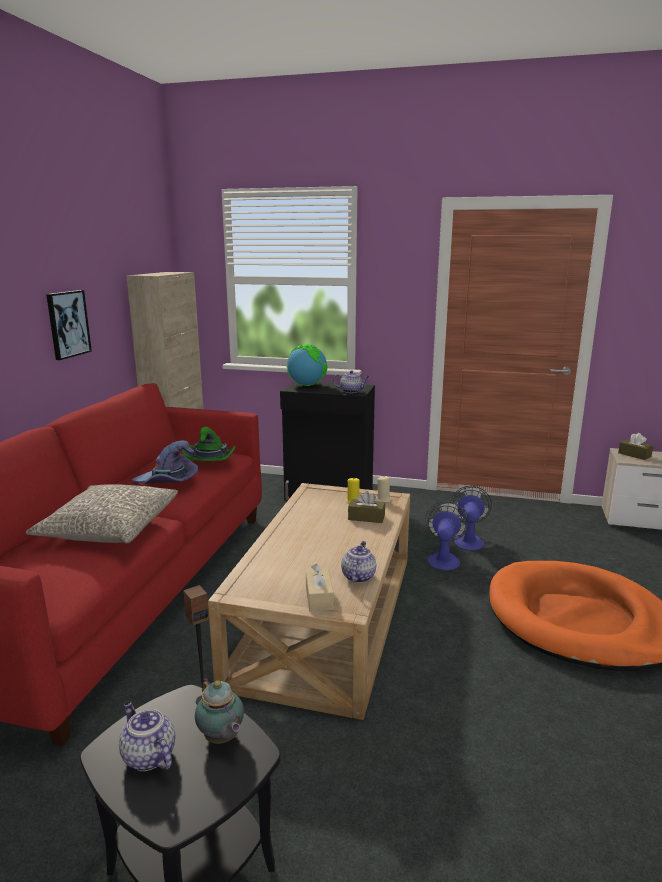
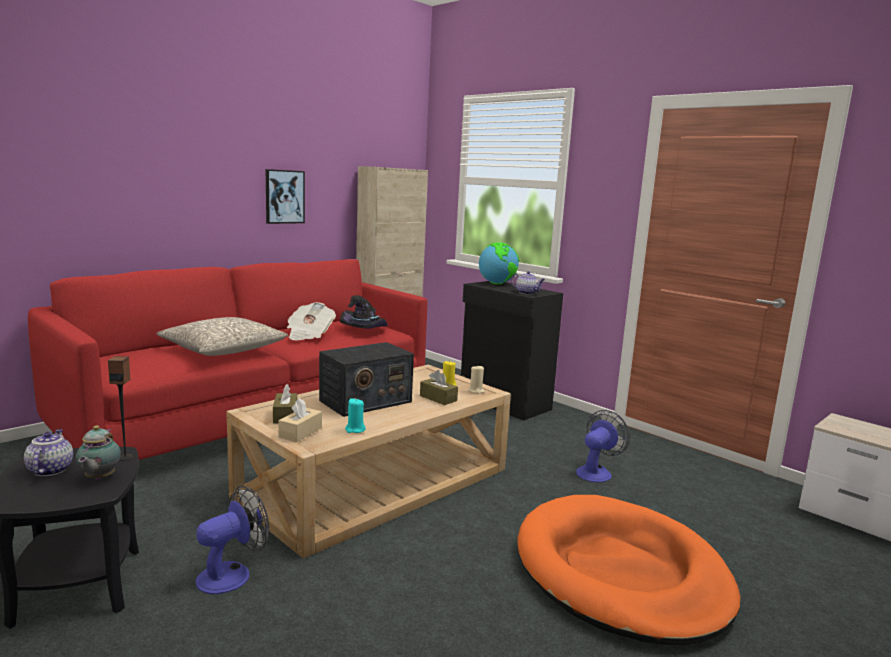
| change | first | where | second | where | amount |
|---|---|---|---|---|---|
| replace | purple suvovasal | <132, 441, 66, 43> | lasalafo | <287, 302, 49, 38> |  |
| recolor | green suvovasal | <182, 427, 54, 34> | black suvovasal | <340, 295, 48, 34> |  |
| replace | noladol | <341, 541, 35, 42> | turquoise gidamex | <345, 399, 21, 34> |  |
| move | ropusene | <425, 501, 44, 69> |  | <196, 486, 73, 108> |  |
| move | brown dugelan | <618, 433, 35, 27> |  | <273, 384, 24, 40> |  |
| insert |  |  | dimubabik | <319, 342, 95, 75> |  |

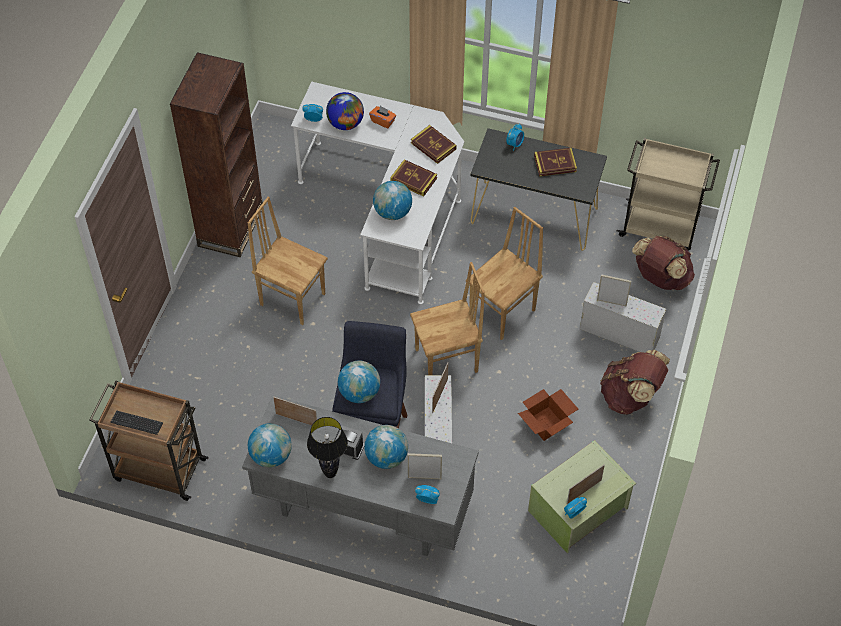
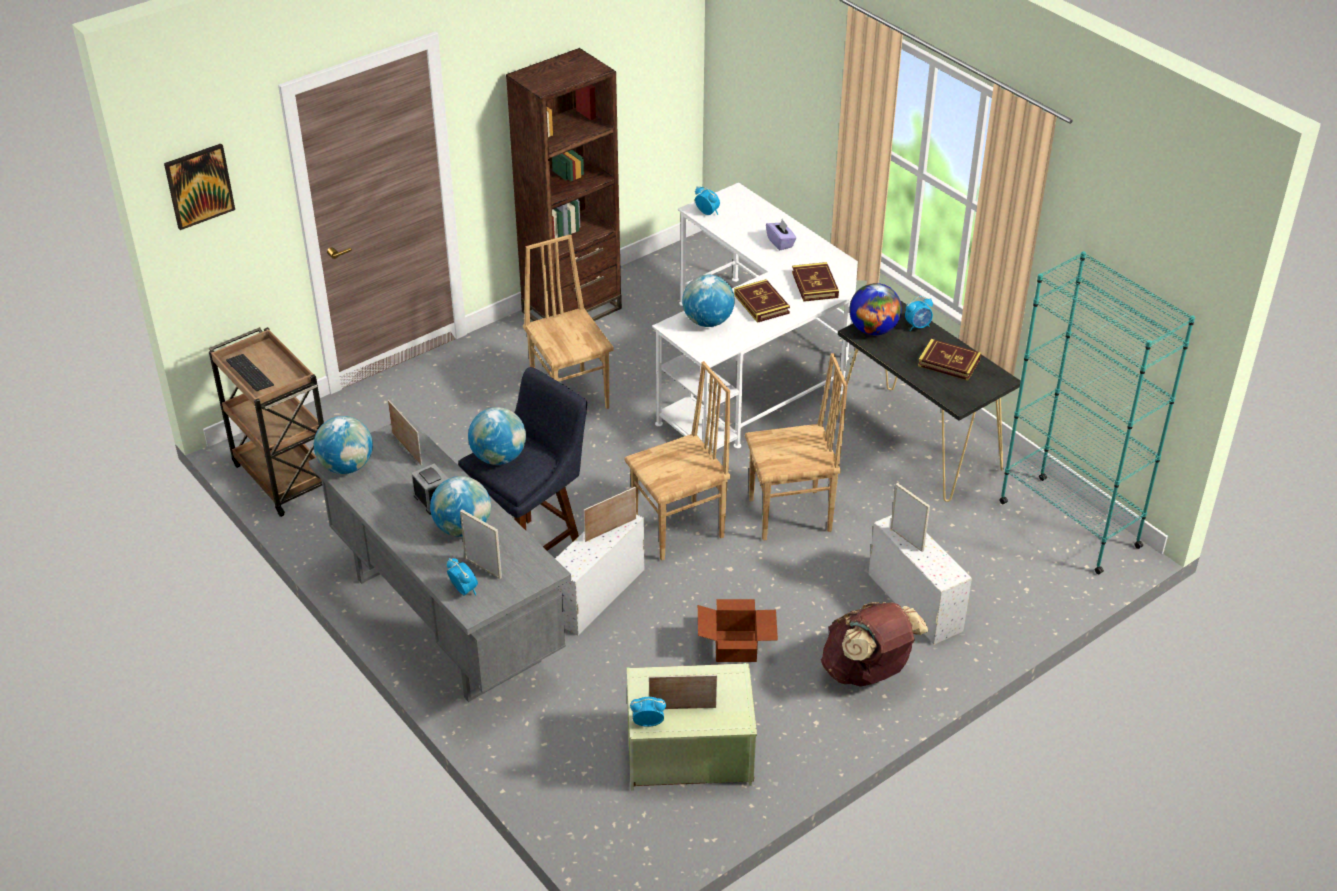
| change | first | where | second | where | amount |
|---|---|---|---|---|---|
| delete | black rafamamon | <307, 417, 41, 61> |  |  |  |
| move | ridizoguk | <326, 92, 38, 38> |  | <849, 283, 53, 52> |  |
| recolor | orange dugelan | <369, 106, 27, 22> | purple dugelan | <766, 219, 30, 31> |  |
| rotate | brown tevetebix | <410, 262, 75, 113> |  | <624, 361, 106, 200> | 45 degrees counterclockwise |
| replace | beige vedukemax | <617, 138, 103, 113> | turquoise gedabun | <999, 251, 196, 323> |  |
| delete | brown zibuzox | <632, 236, 63, 54> |  |  |  |
| insert |  |  | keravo | <164, 144, 71, 86> |  |

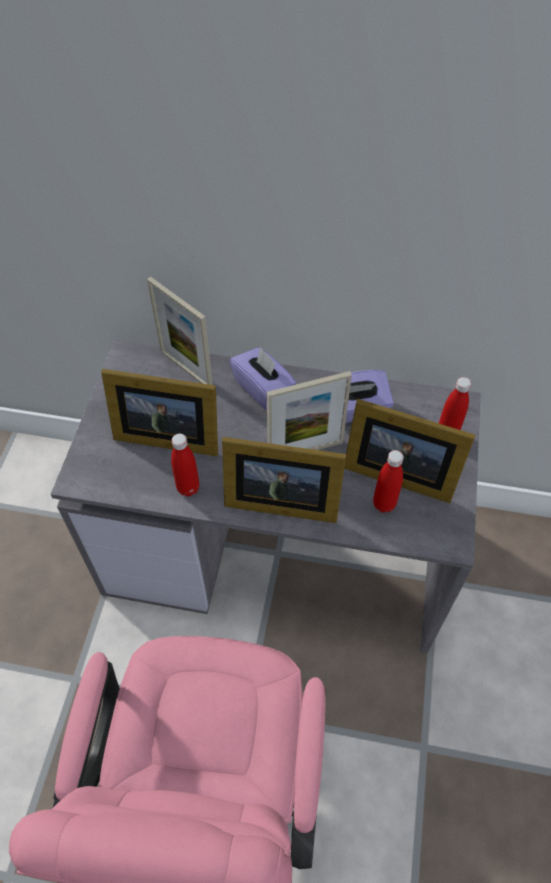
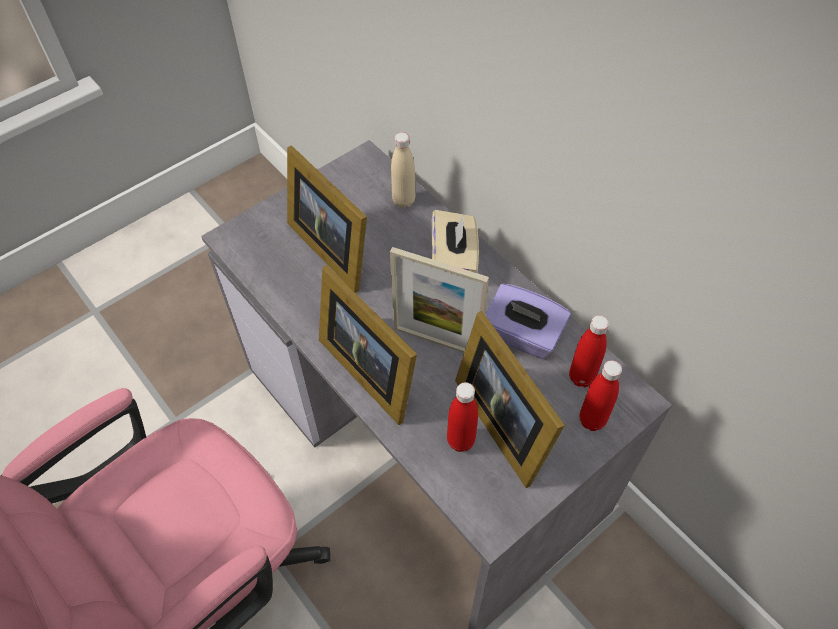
| change | first | where | second | where | amount |
|---|---|---|---|---|---|
| replace | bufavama | <147, 277, 66, 108> | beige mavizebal | <391, 132, 24, 76> |  |
| move | red mavizebal | <171, 434, 28, 62> |  | <569, 315, 40, 72> |  |
| recolor | purple dugelan | <229, 347, 67, 63> | beige dugelan | <431, 210, 48, 63> |  |

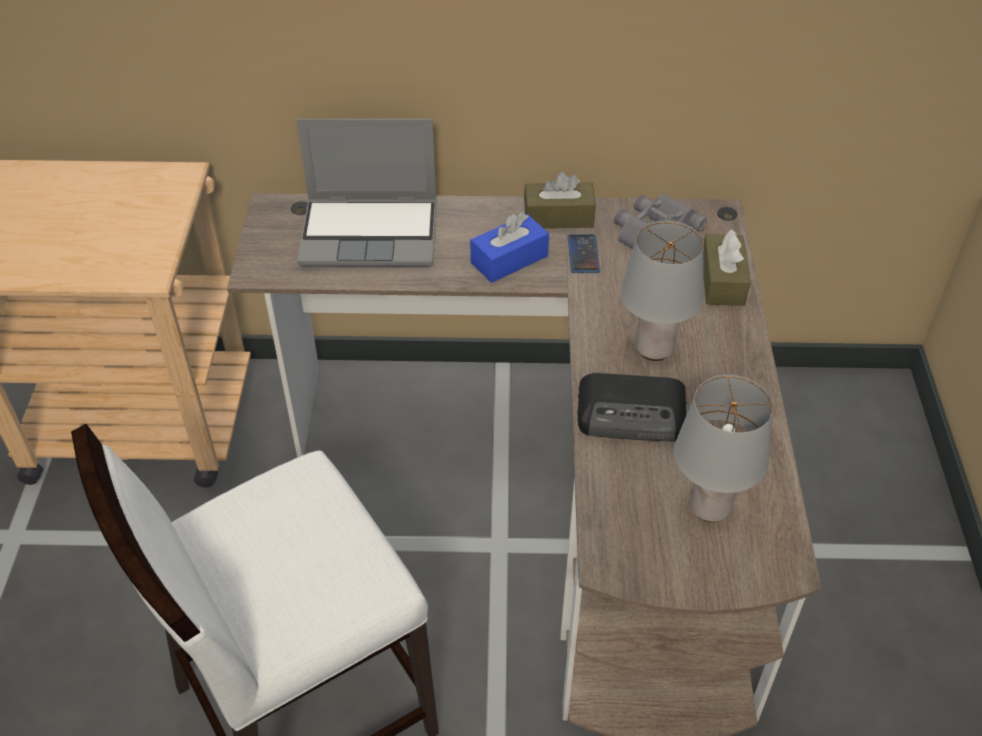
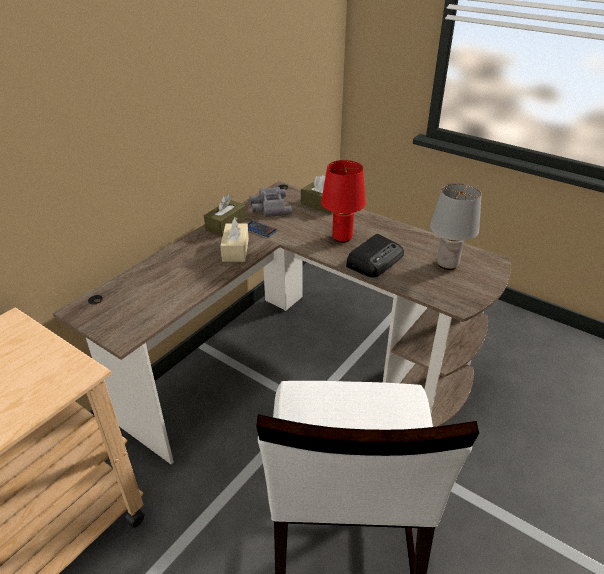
| change | first | where | second | where | amount |
|---|---|---|---|---|---|
| delete | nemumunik | <296, 119, 140, 148> |  |  |  |
| recolor | blue dugelan | <470, 212, 79, 71> | beige dugelan | <220, 217, 29, 45> |  |
| recolor | grey rafamamon | <621, 220, 83, 141> | red rafamamon | <321, 160, 45, 83> |  |

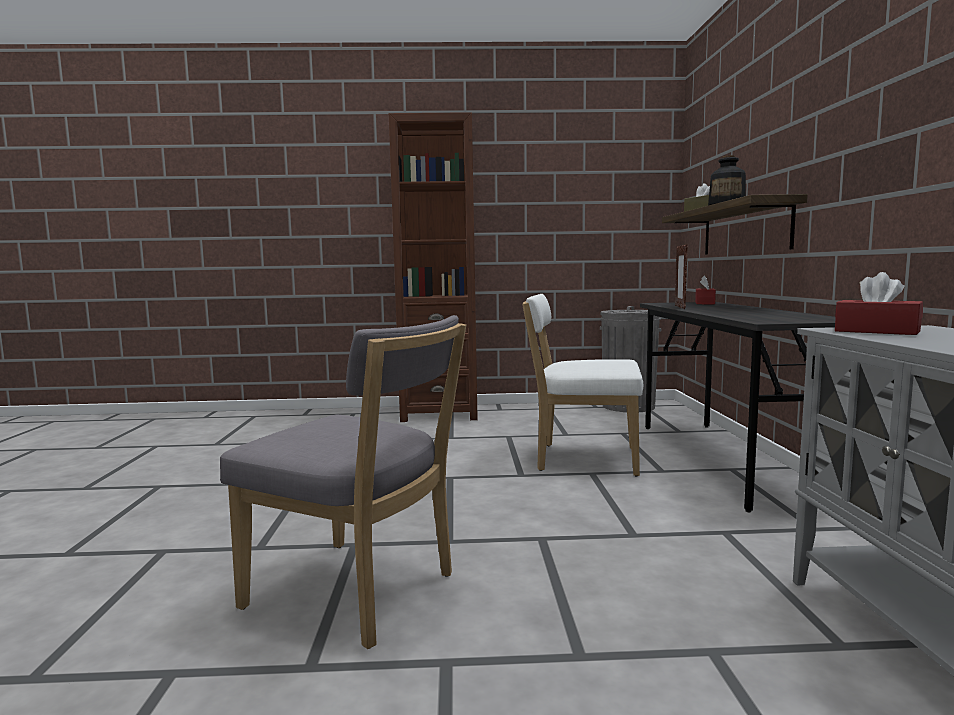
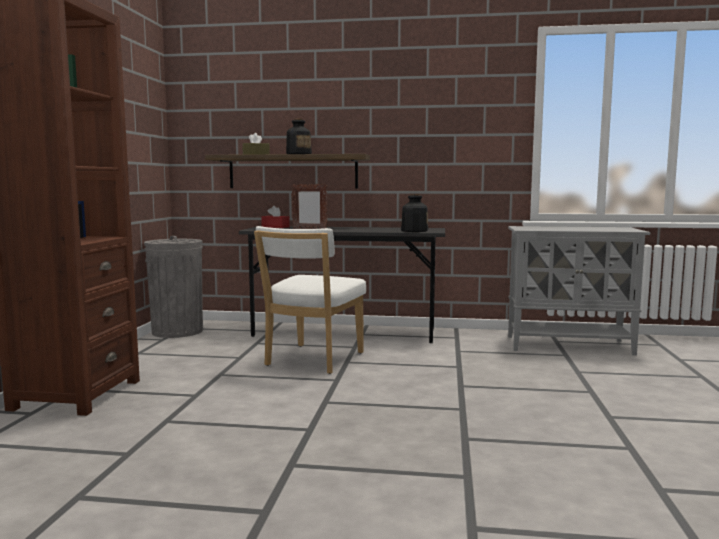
| change | first | where | second | where | amount |
|---|---|---|---|---|---|
| delete | grey tevetebix | <220, 315, 246, 334> |  |  |  |
| delete | red dugelan | <835, 272, 88, 63> |  |  |  |
| insert |  |  | mavizebal | <401, 194, 27, 38> |  |

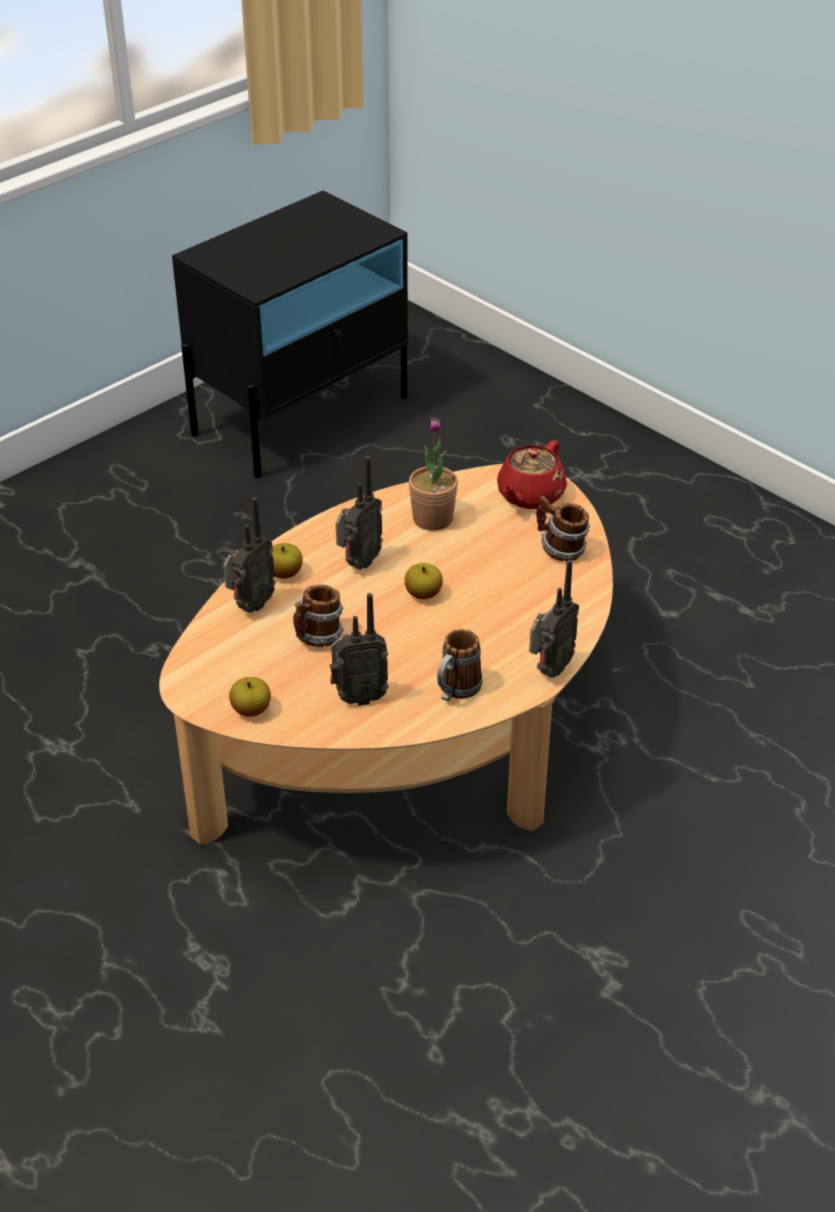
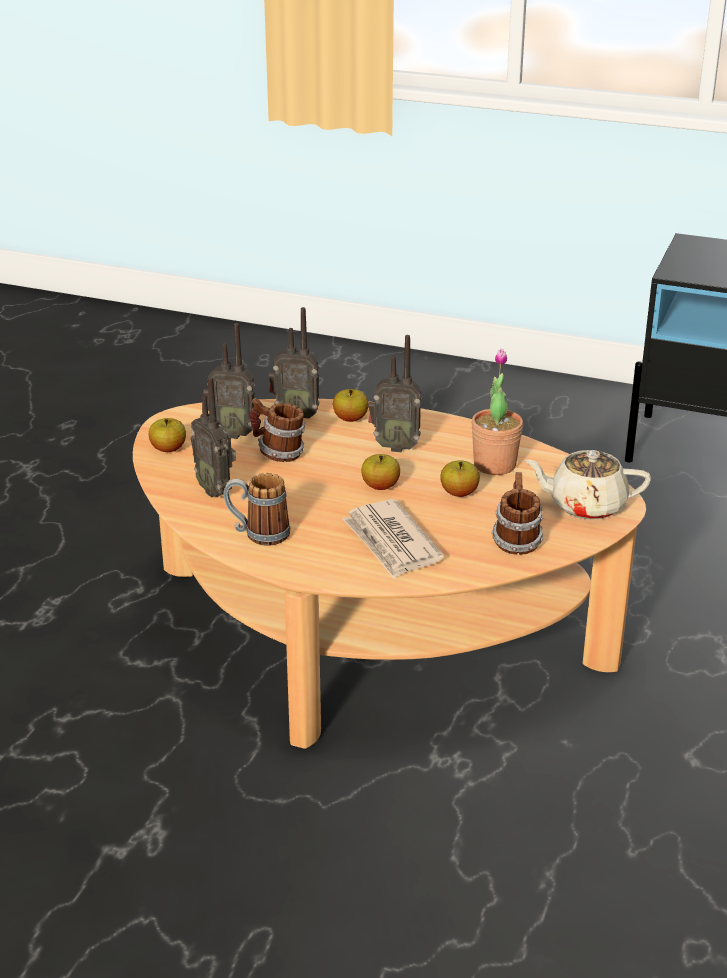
| change | first | where | second | where | amount |
|---|---|---|---|---|---|
| recolor | red noladol | <497, 440, 70, 69> | beige noladol | <524, 450, 127, 70> |  |
| move | dimubabik | <529, 560, 50, 118> |  | <203, 323, 52, 116> |  |
| insert |  |  | lasalafo | <343, 499, 101, 80> |  |
| insert |  |  | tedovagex | <440, 460, 40, 37> |  |

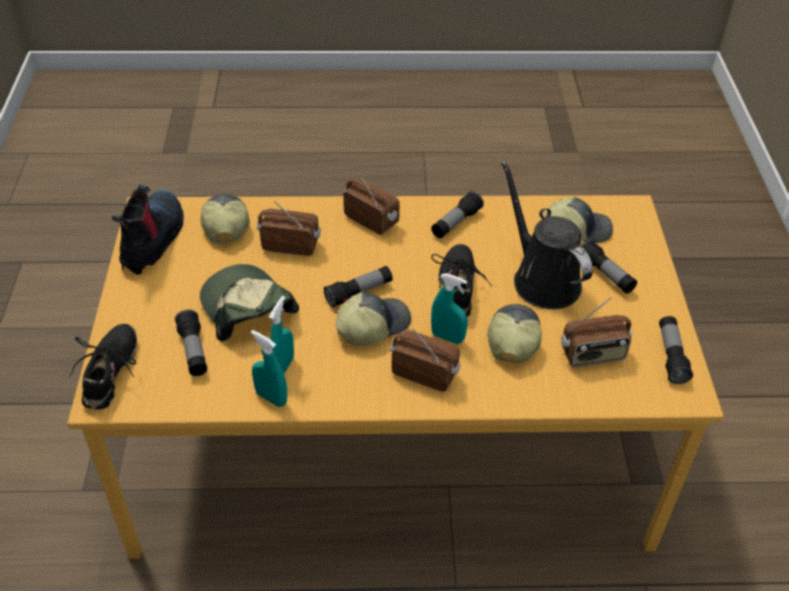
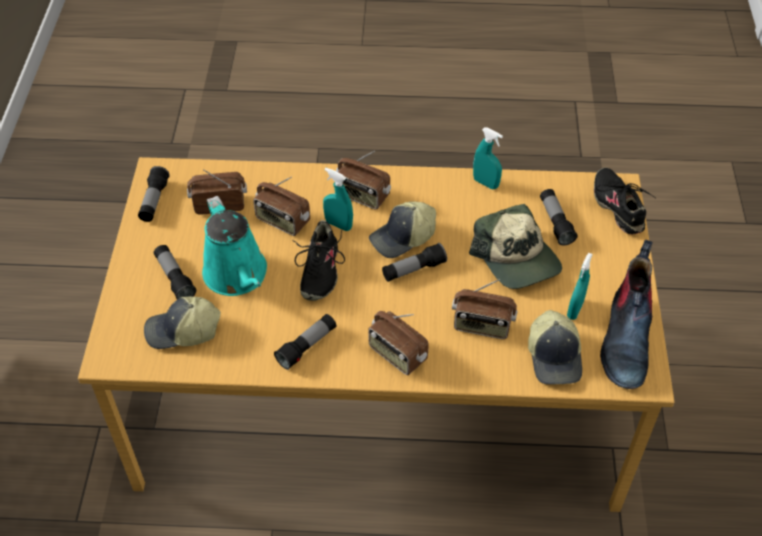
| change | first | where | second | where | amount |
|---|---|---|---|---|---|
| rotate | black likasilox | <69, 324, 68, 86> |  | <594, 168, 61, 67> | 150 degrees clockwise |
| move | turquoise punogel | <269, 296, 25, 77> |  | <567, 253, 26, 67> |  |
| replace | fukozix | <487, 304, 55, 60> | dimubabik | <253, 177, 57, 59> |  |
| recolor | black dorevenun | <501, 161, 92, 148> | turquoise dorevenun | <202, 196, 65, 100> |  |

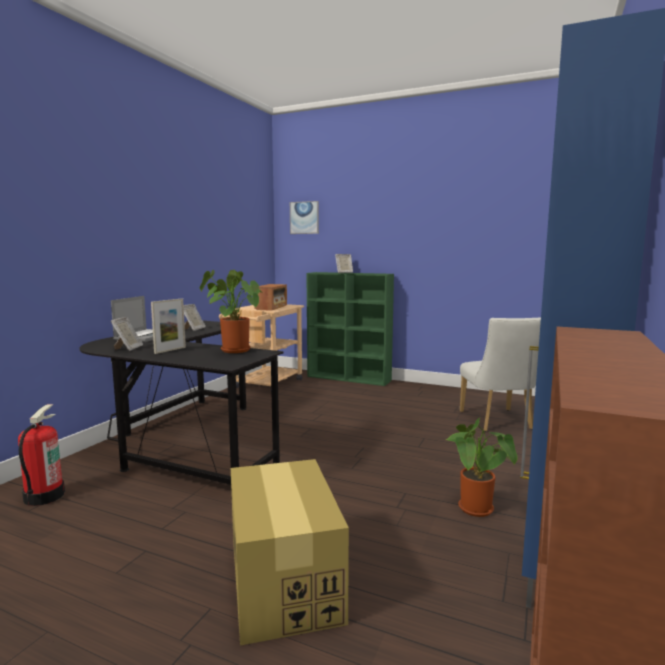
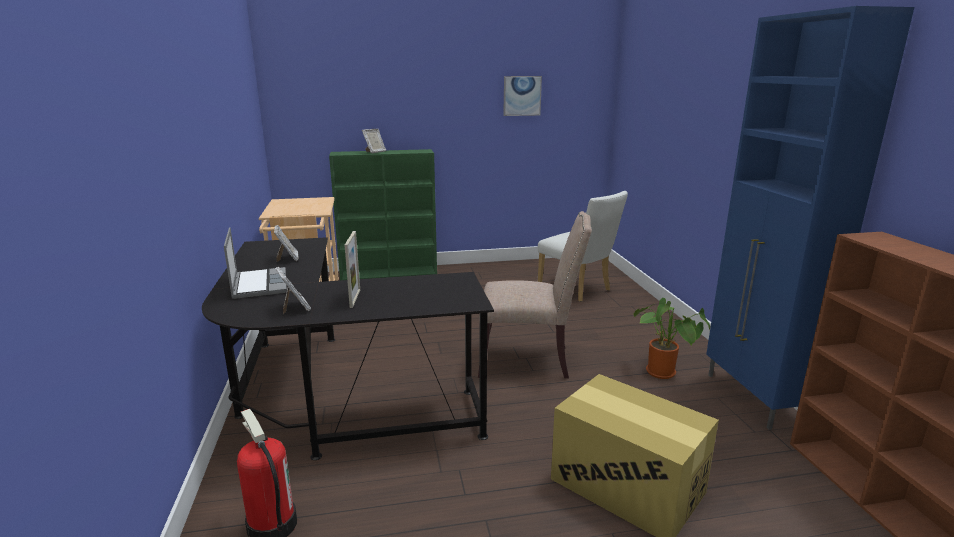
| change | first | where | second | where | amount |
|---|---|---|---|---|---|
| delete | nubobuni | <200, 270, 64, 83> |  |  |  |
| delete | dimubabik | <255, 284, 32, 27> |  |  |  |
| move | keravo | <290, 201, 29, 33> |  | <503, 76, 39, 40> |  |
| insert |  |  | beige tevetebix | <478, 211, 114, 167> |  |

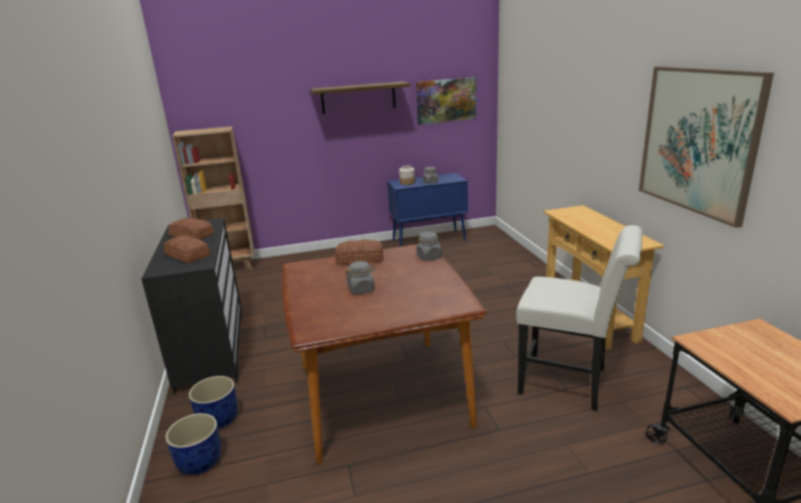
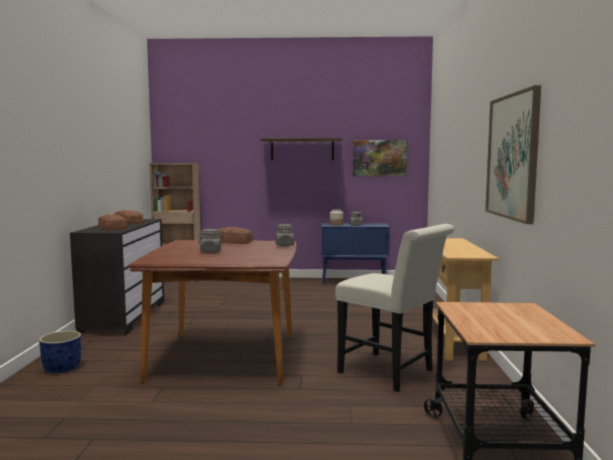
| change | first | where | second | where | amount |
|---|---|---|---|---|---|
| delete | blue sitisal | <189, 376, 49, 53> |  |  |  |

